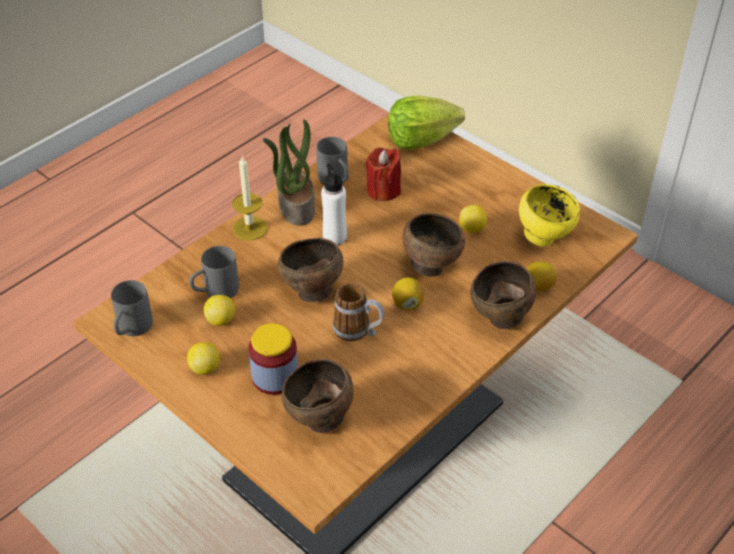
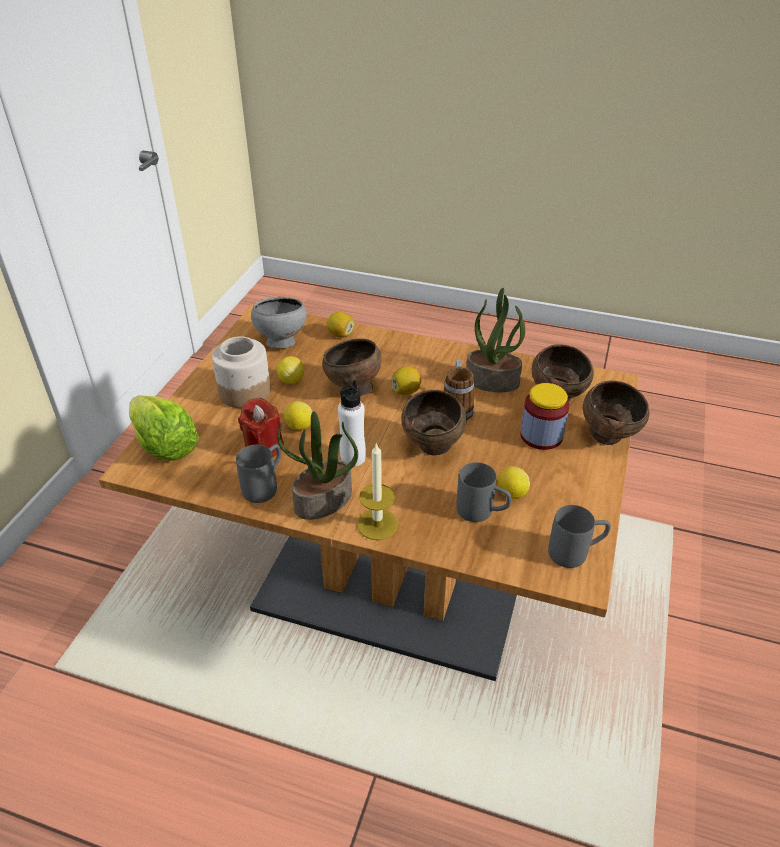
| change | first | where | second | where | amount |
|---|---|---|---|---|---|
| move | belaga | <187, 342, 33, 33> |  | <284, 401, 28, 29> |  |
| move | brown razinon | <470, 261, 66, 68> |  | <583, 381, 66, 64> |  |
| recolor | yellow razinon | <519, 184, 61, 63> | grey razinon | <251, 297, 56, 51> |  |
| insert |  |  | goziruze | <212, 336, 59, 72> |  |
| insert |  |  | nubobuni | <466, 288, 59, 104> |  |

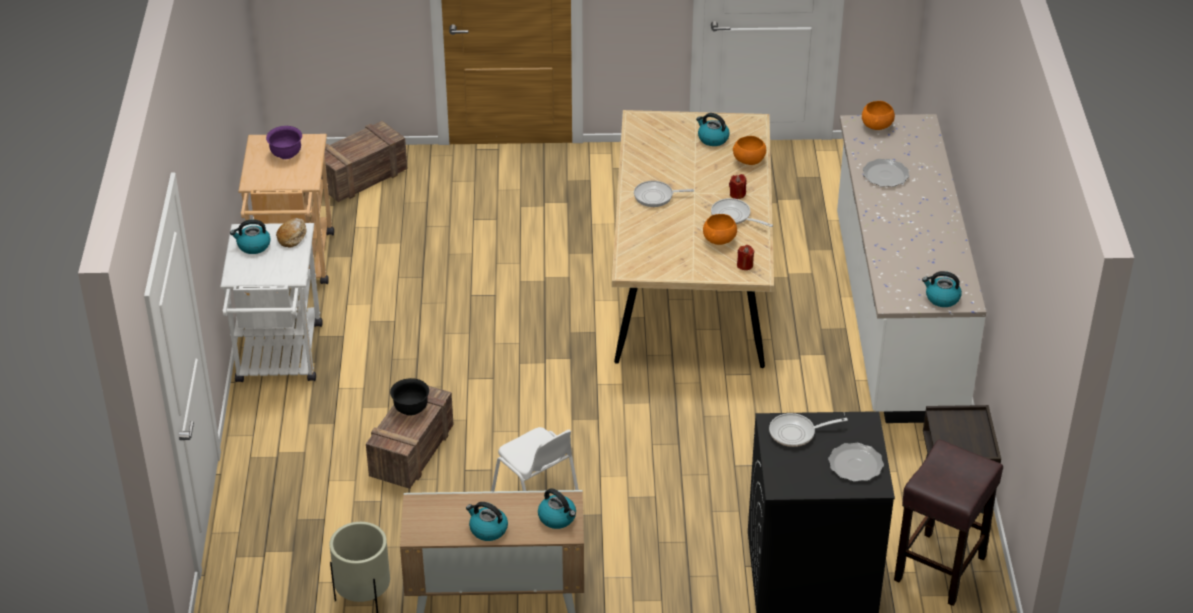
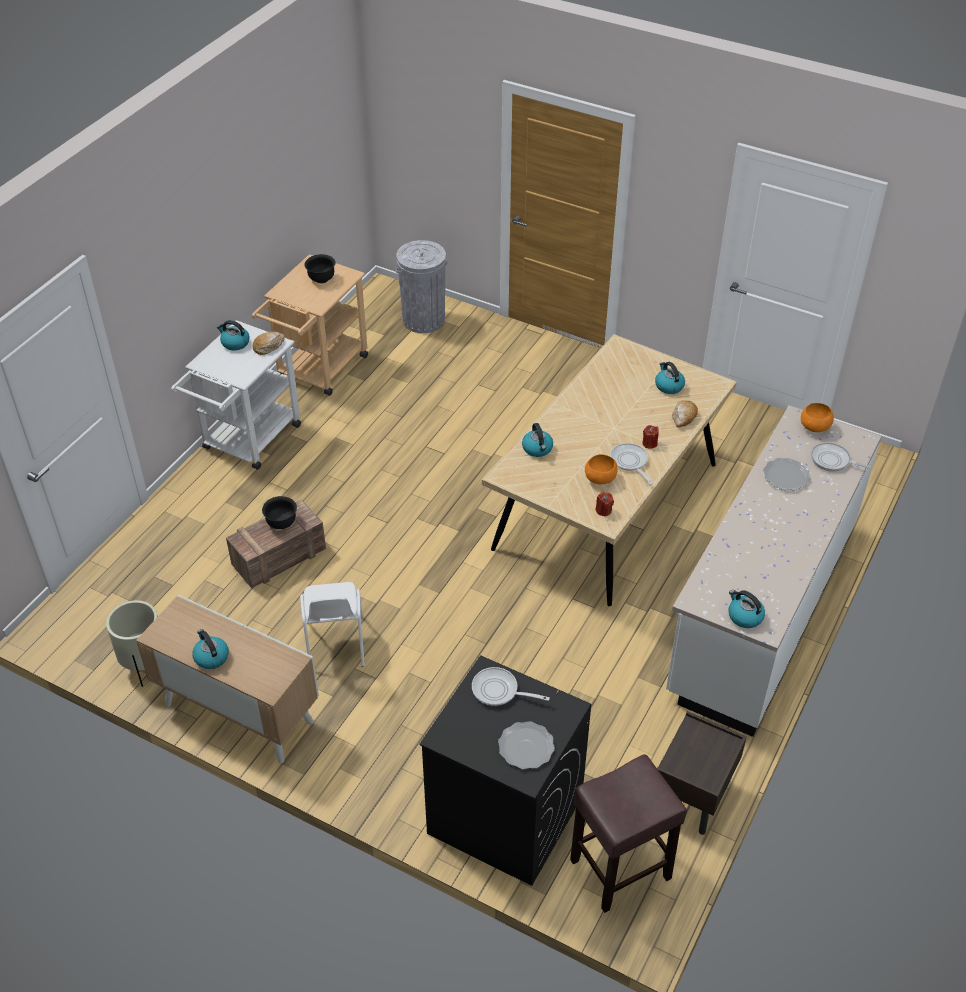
| change | first | where | second | where | amount |
|---|---|---|---|---|---|
| recolor | purple razinon | <266, 126, 36, 33> | black razinon | <304, 254, 31, 29> |  |
| replace | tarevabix | <321, 121, 87, 81> | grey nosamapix | <396, 240, 51, 93> |  |
| move | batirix | <538, 488, 38, 41> |  | <522, 423, 31, 34> |  |
| move | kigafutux | <634, 181, 60, 26> |  | <811, 443, 60, 29> |  |
| replace | orange razinon | <733, 136, 33, 29> | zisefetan | <672, 400, 26, 28> |  |

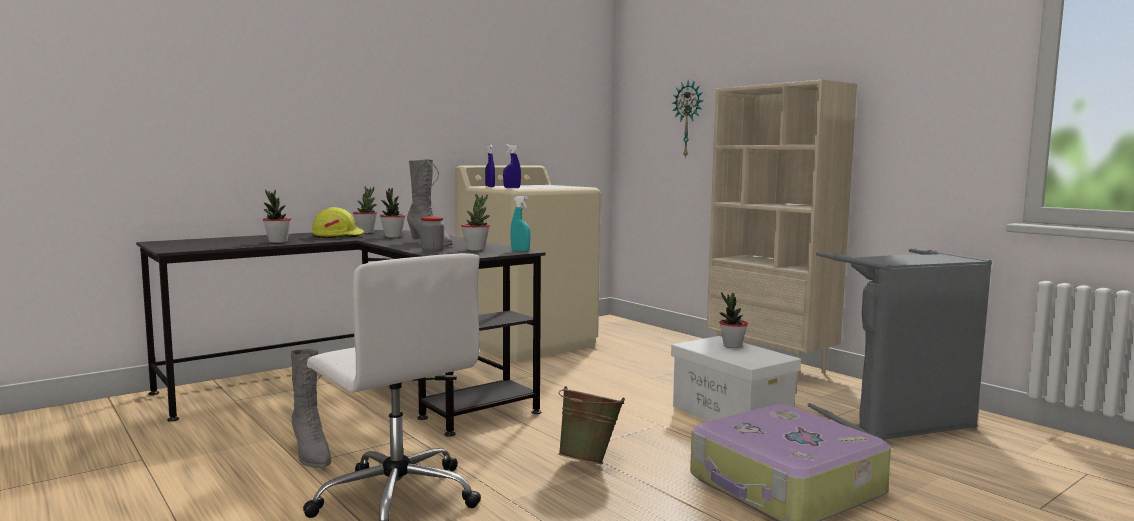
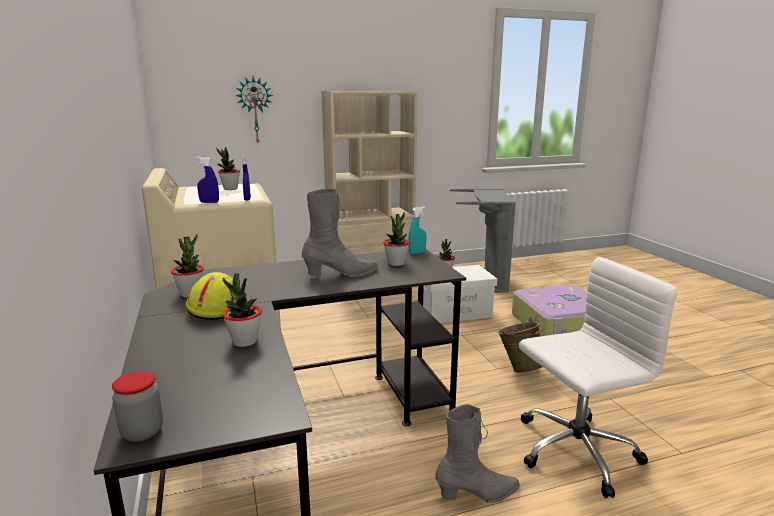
| change | first | where | second | where | amount |
|---|---|---|---|---|---|
| move | nubobuni | <380, 188, 26, 50> |  | <216, 148, 24, 42> |  |
| move | goziruze | <420, 216, 24, 36> |  | <112, 371, 51, 71> |  |

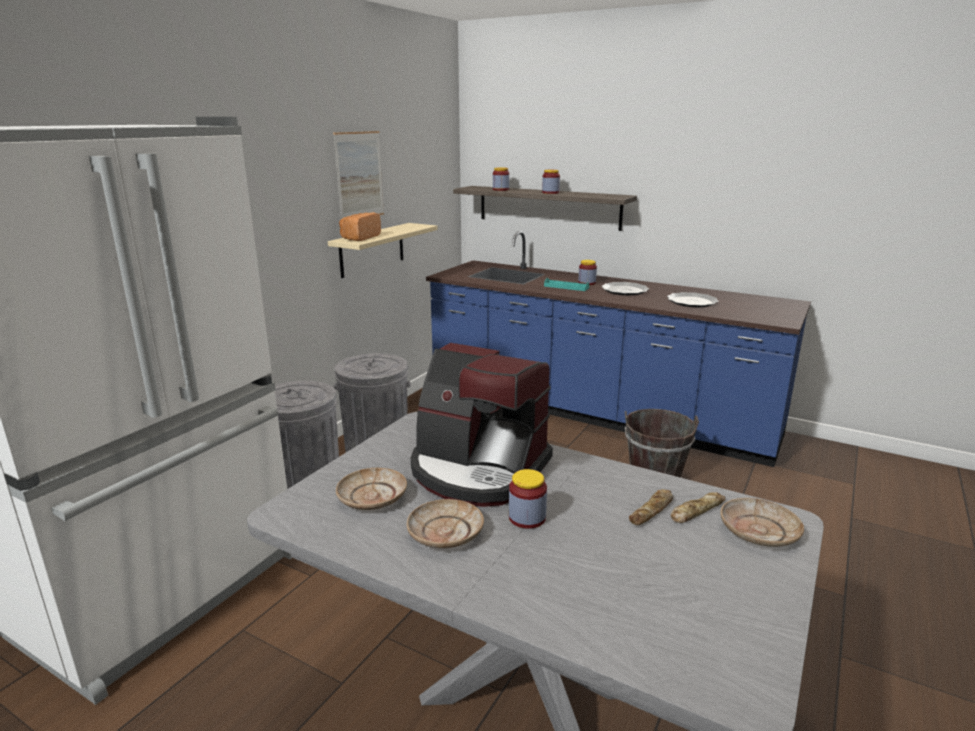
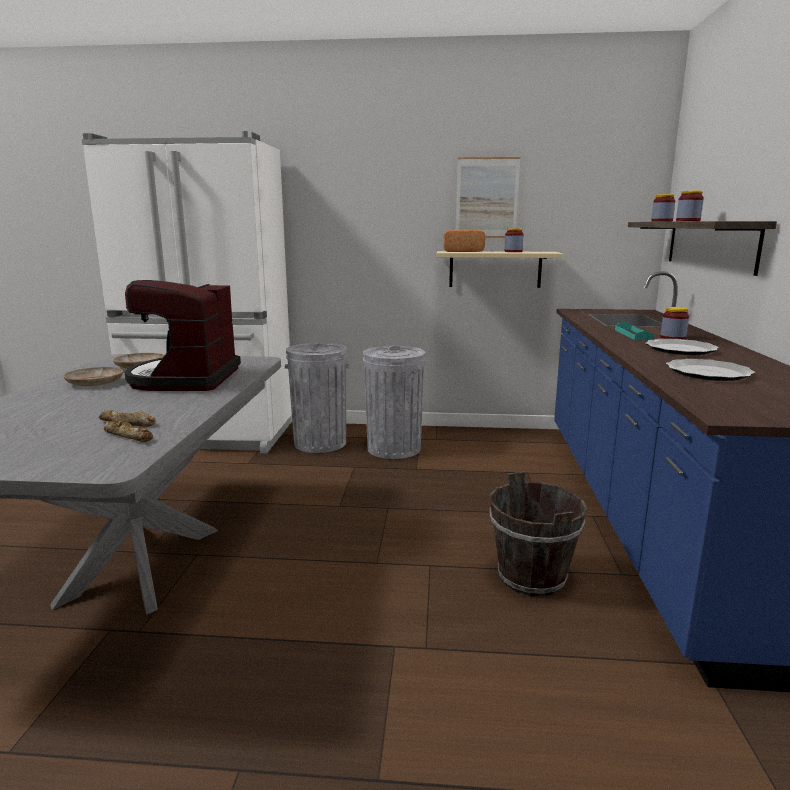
| change | first | where | second | where | amount |
|---|---|---|---|---|---|
| move | goziruze | <509, 469, 38, 60> |  | <505, 228, 18, 24> |  |
| delete | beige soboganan | <720, 498, 84, 49> |  |  |  |

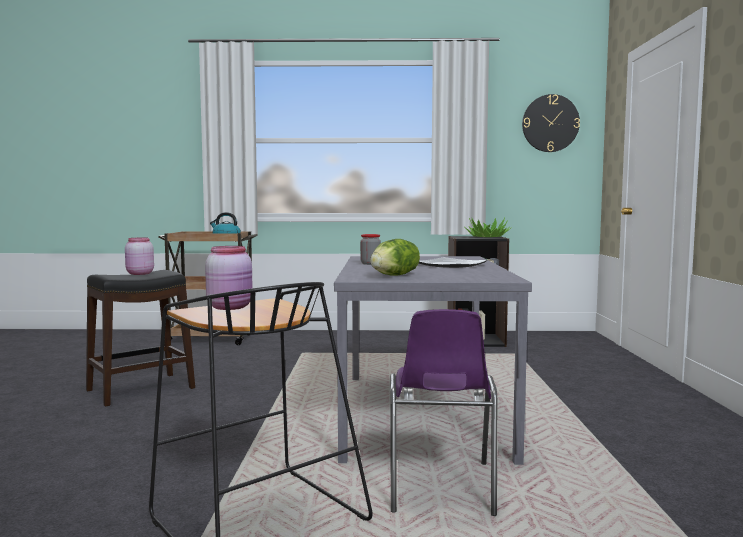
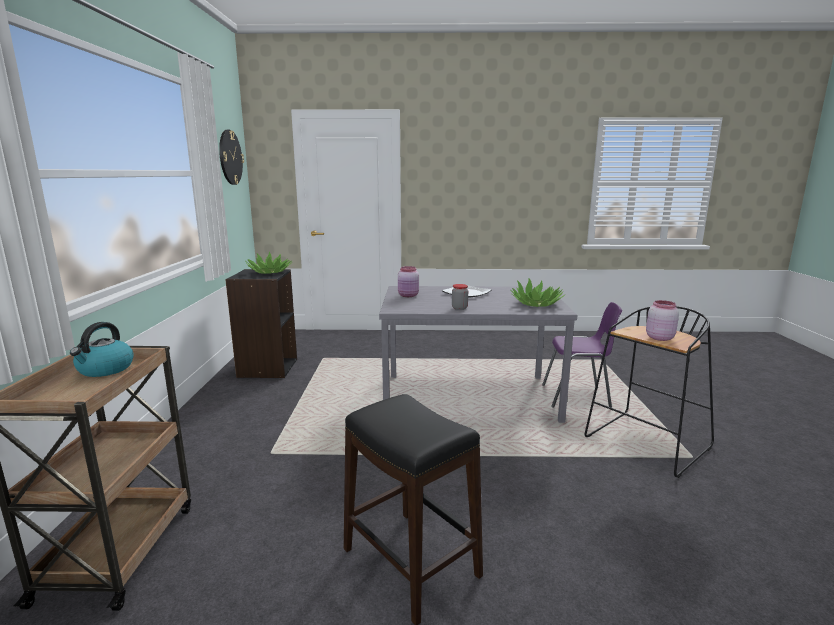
| change | first | where | second | where | amount |
|---|---|---|---|---|---|
| move | pink goziruze | <125, 238, 29, 37> |  | <398, 266, 21, 31> |  |
| replace | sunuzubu | <370, 239, 50, 37> | nubobuni | <511, 278, 55, 29> |  |

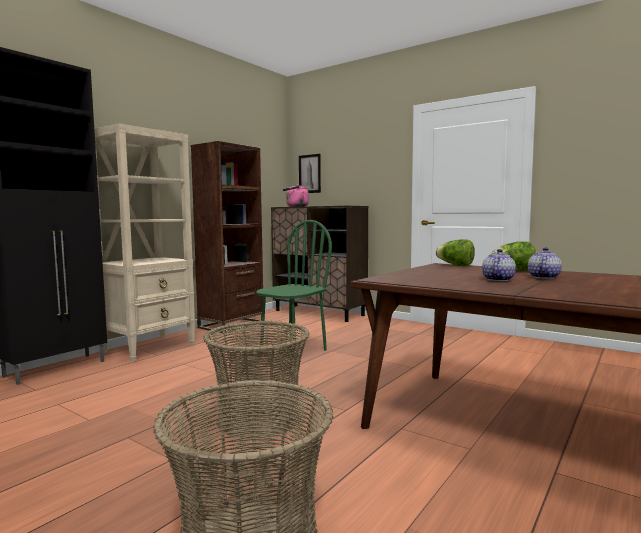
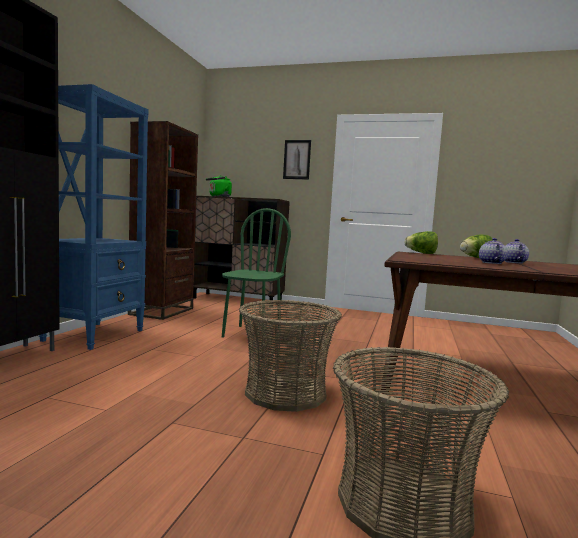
| change | first | where | second | where | amount |
|---|---|---|---|---|---|
| recolor | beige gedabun | <94, 123, 101, 239> | blue gedabun | <39, 84, 110, 266> |  |
| recolor | pink batirix | <283, 185, 26, 22> | green batirix | <206, 175, 26, 22> |  |
| move | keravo | <299, 154, 22, 39> |  | <283, 140, 28, 40> |  |

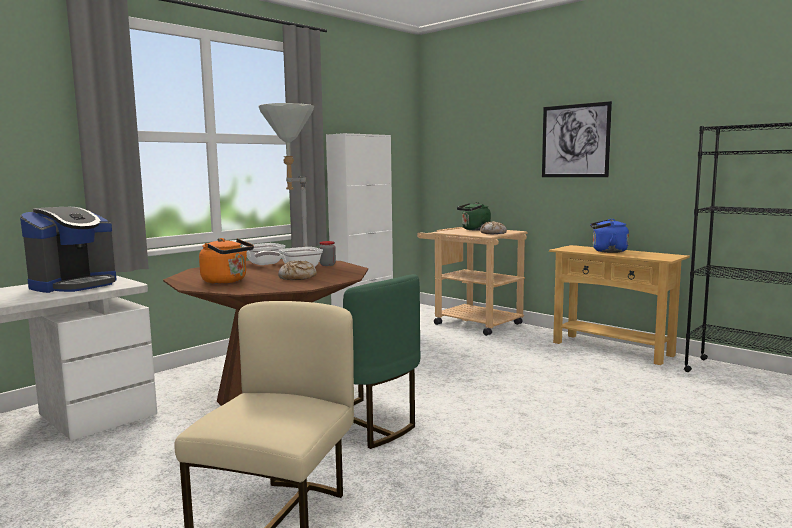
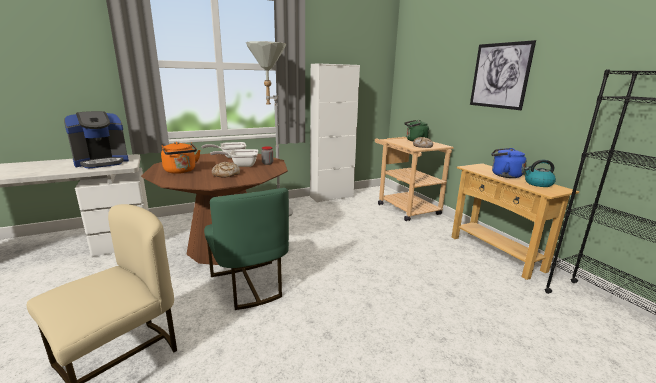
| change | first | where | second | where | amount |
|---|---|---|---|---|---|
| insert |  |  | batirix | <524, 160, 32, 27> |  |

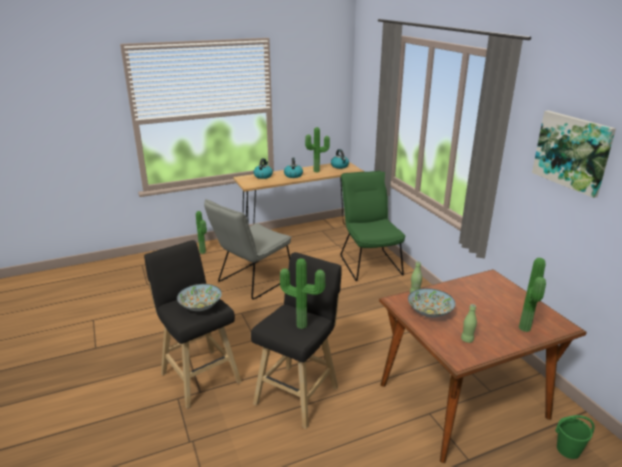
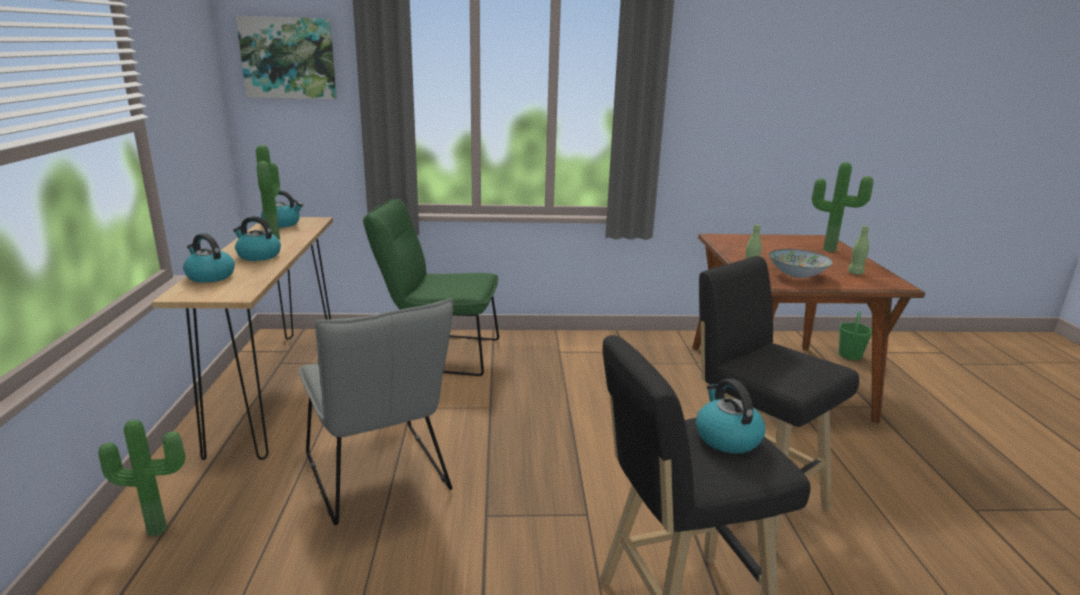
| change | first | where | second | where | amount |
|---|---|---|---|---|---|
| replace | razinon | <177, 284, 45, 27> | batirix | <696, 379, 69, 74> |  |
| delete | nubobuni | <280, 258, 45, 71> |  |  |  |
| move | keravo | <532, 110, 84, 88> |  | <236, 16, 101, 83> |  |

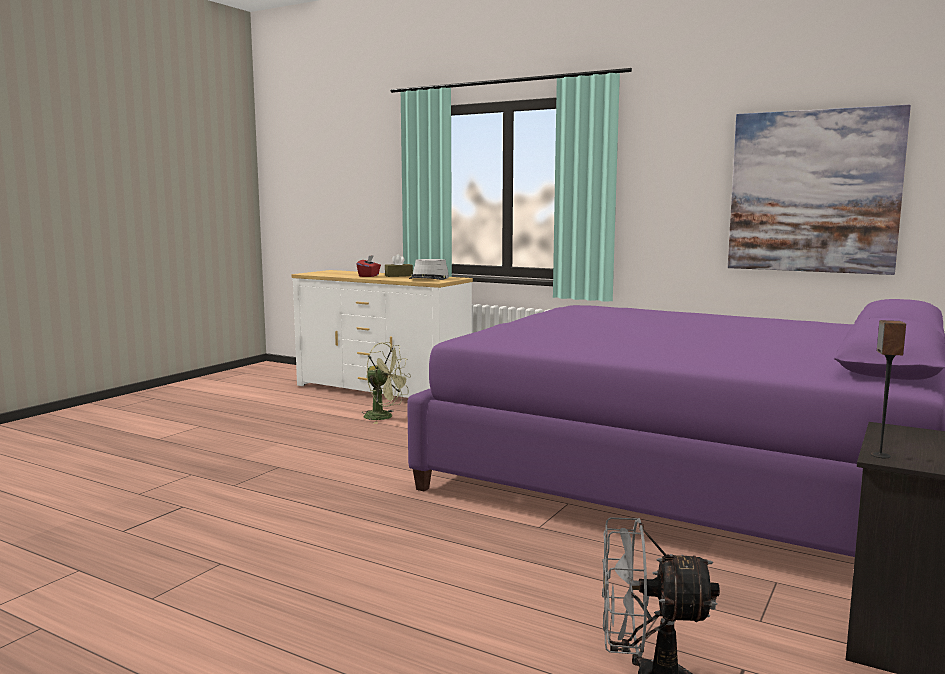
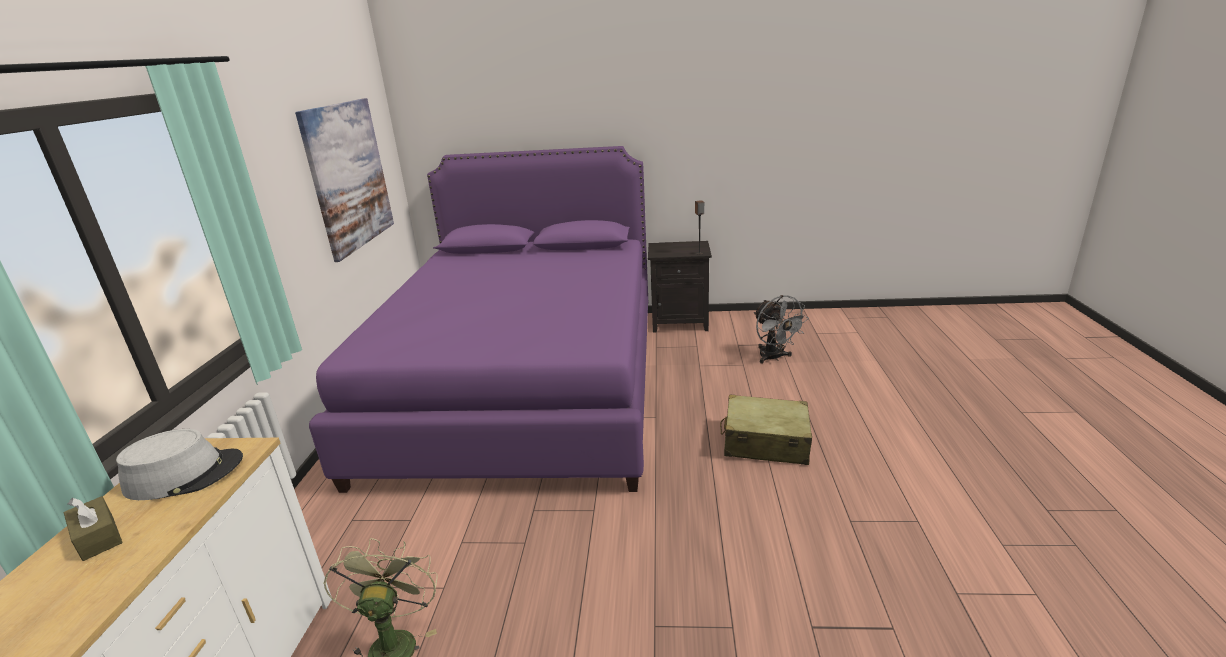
| change | first | where | second | where | amount |
|---|---|---|---|---|---|
| delete | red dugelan | <357, 255, 24, 22> |  |  |  |
| insert |  |  | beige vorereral | <720, 394, 92, 71> |  |

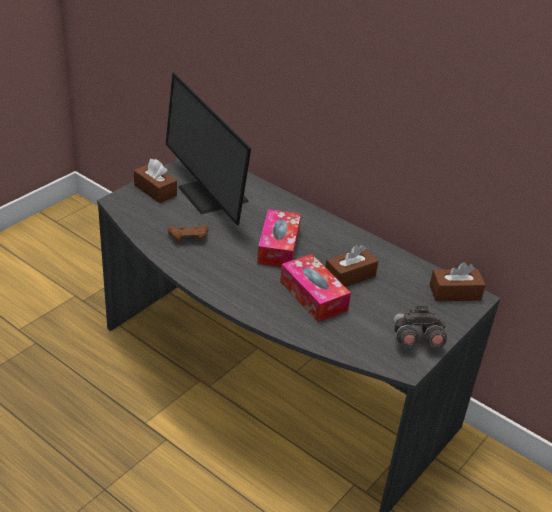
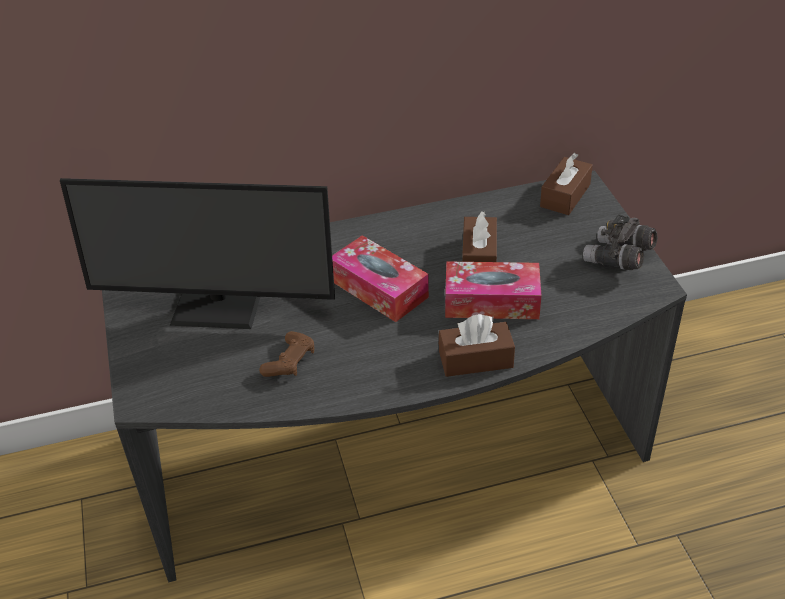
| change | first | where | second | where | amount |
|---|---|---|---|---|---|
| move | brown dugelan | <134, 159, 43, 44> |  | <439, 314, 76, 63> |  |

